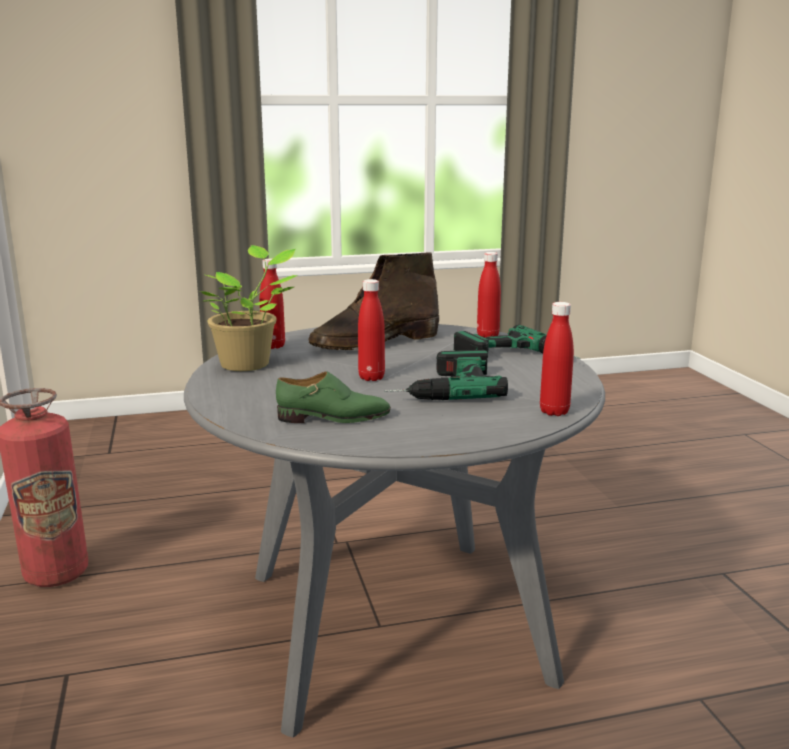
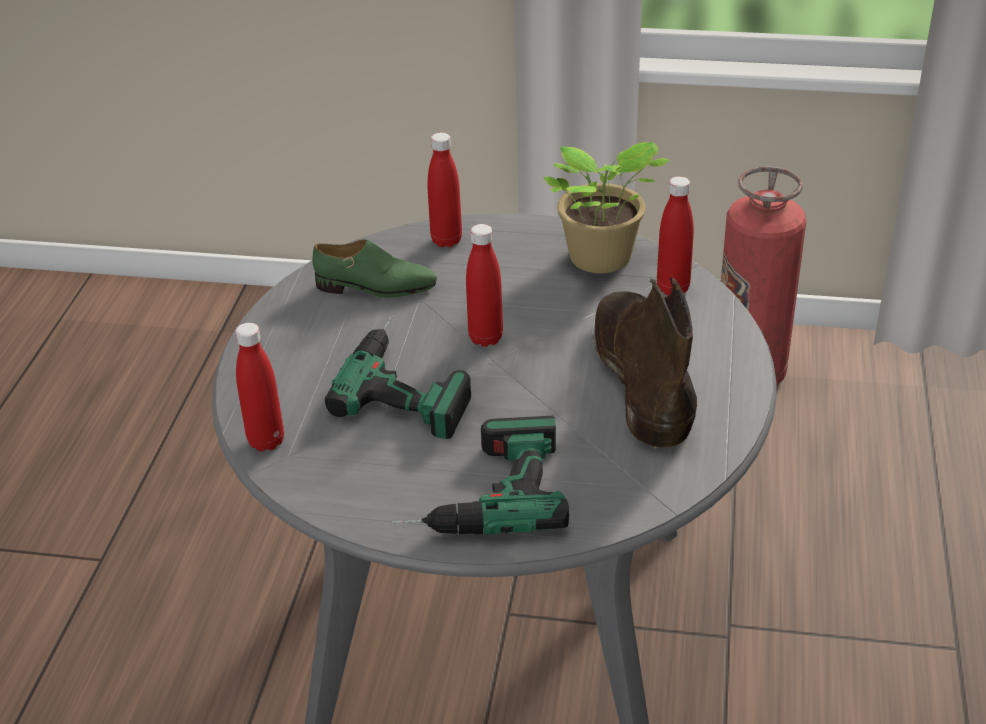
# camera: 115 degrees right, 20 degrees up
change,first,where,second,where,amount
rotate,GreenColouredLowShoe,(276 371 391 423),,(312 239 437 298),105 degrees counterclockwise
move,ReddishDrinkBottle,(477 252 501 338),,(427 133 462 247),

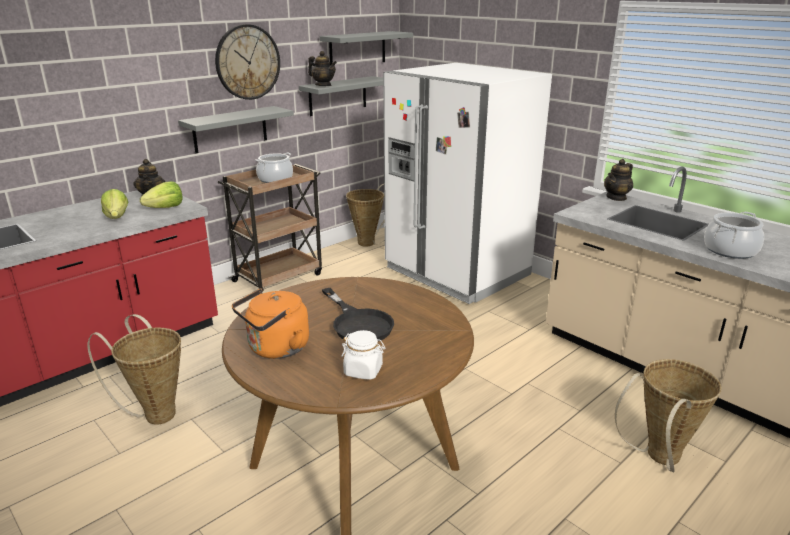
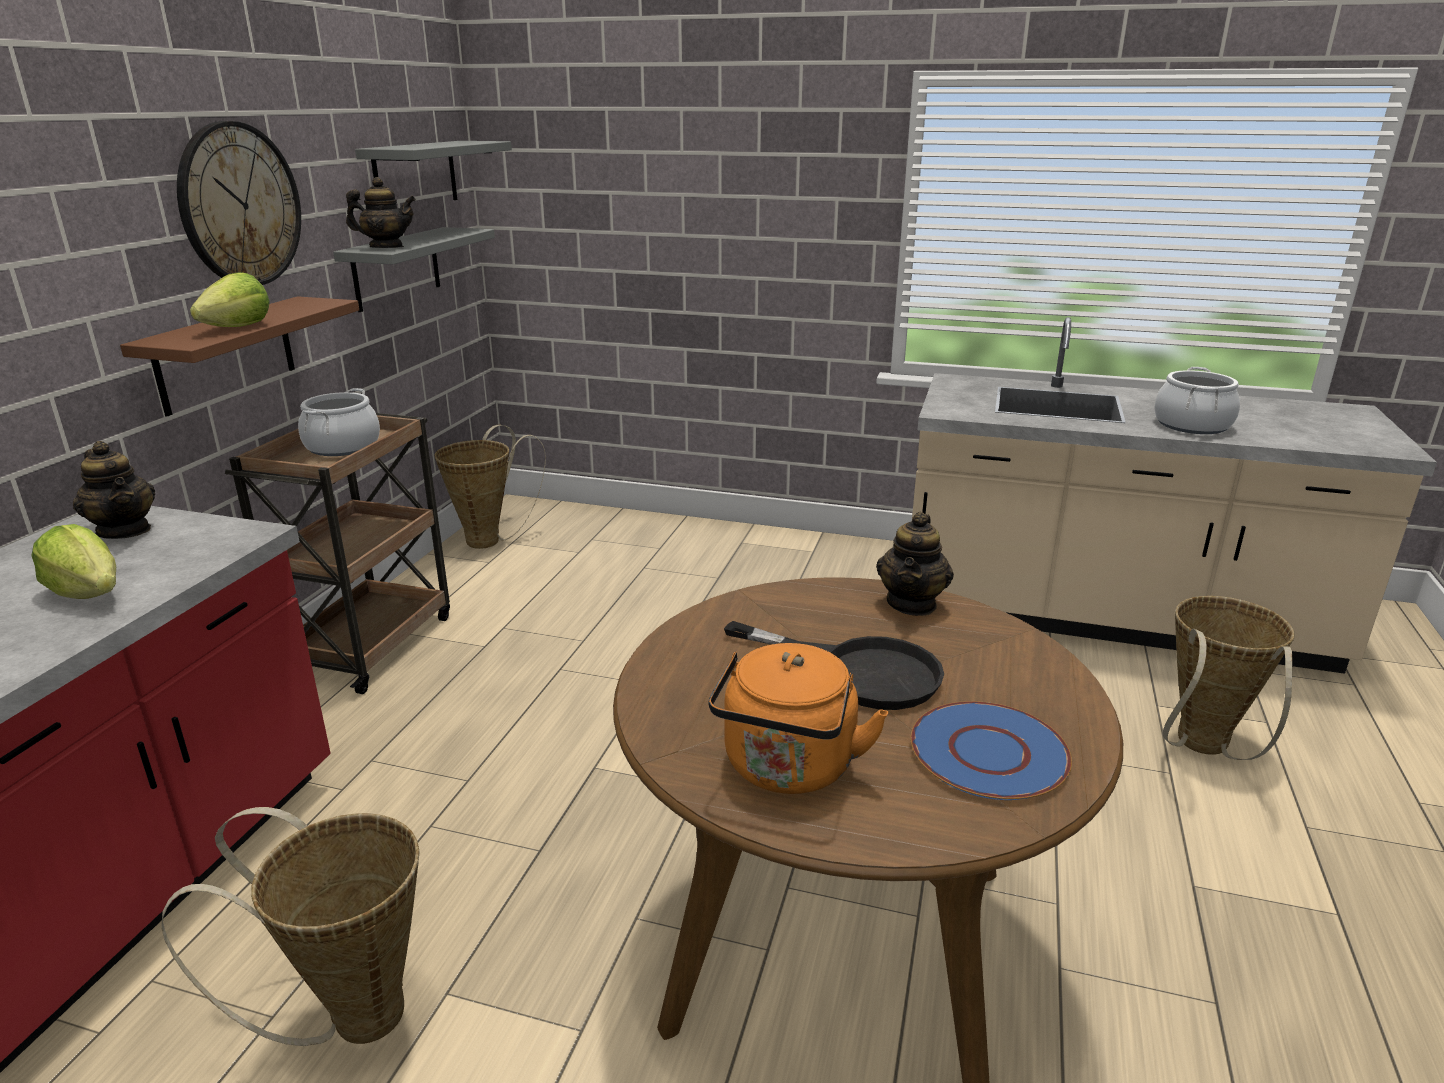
# camera: 30 degrees left, 0 degrees up
change,first,where,second,where,amount
recolor,GrayWallShelf,(178 106 294 153),BrownWallShelf,(120 296 359 417),
move,Lettuce,(140 181 183 208),,(190 272 269 327),
move,TeaPot,(604 159 633 201),,(876 512 954 616),
replace,WhitishJar,(341 330 385 380),BluishFlatDish,(910 701 1072 800),
delete,WhitishRefrigerator,(383 63 552 304),,,

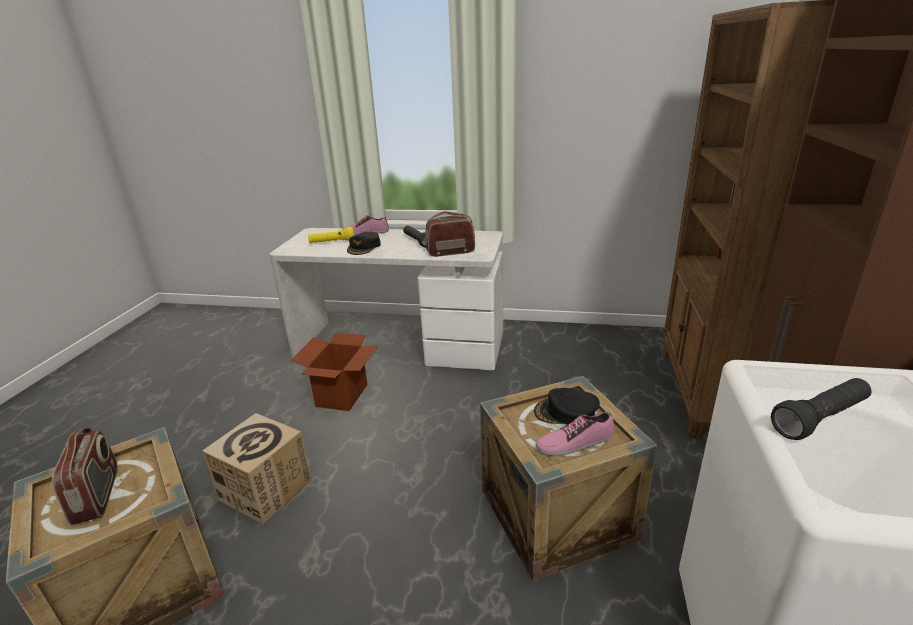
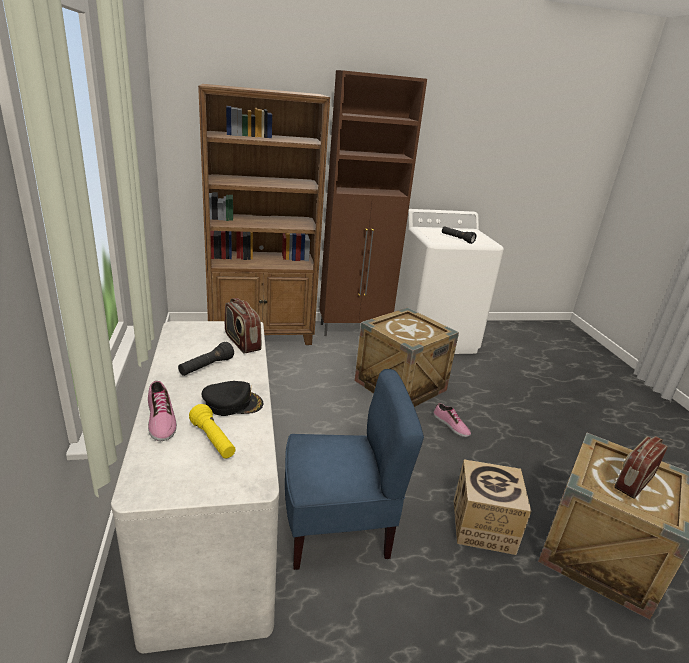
# camera: 115 degrees left, 0 degrees up
change,first,where,second,where,amount
replace,CardboardBox,(291 333 378 411),BluishUprightChair,(285 369 424 570),
move,LowShoe,(536 412 615 456),,(434 403 471 437),
delete,BlackBaseballCap,(534 388 600 425),,,

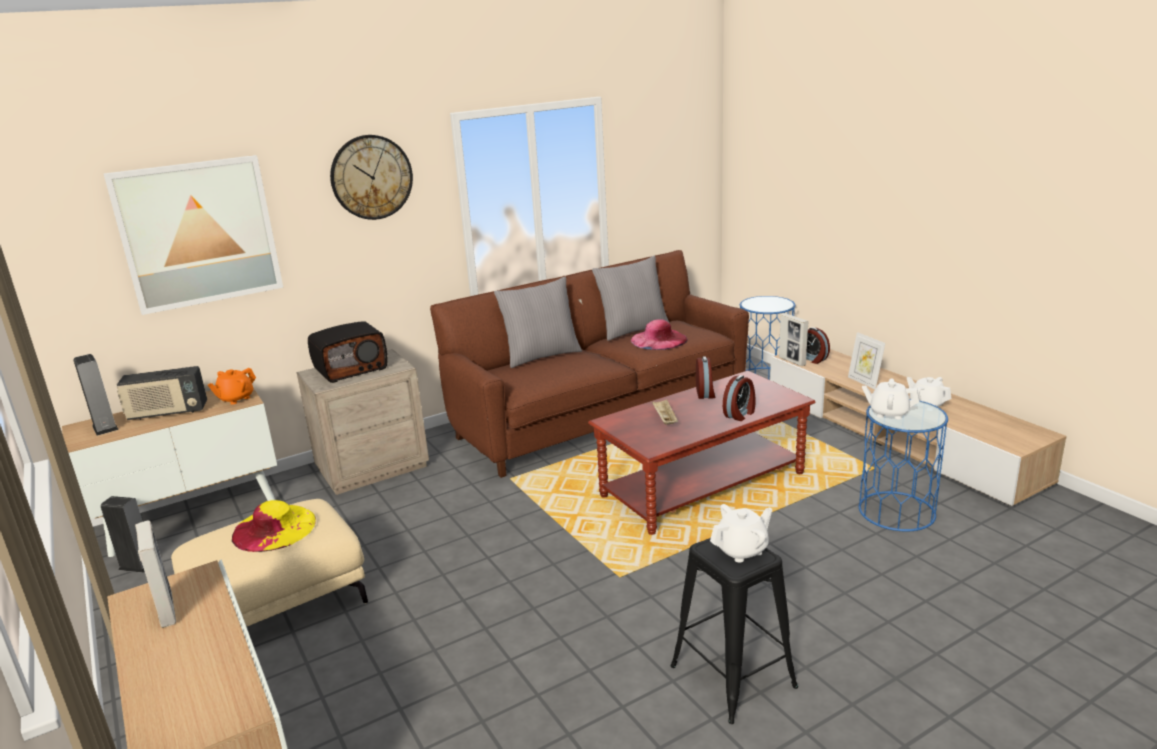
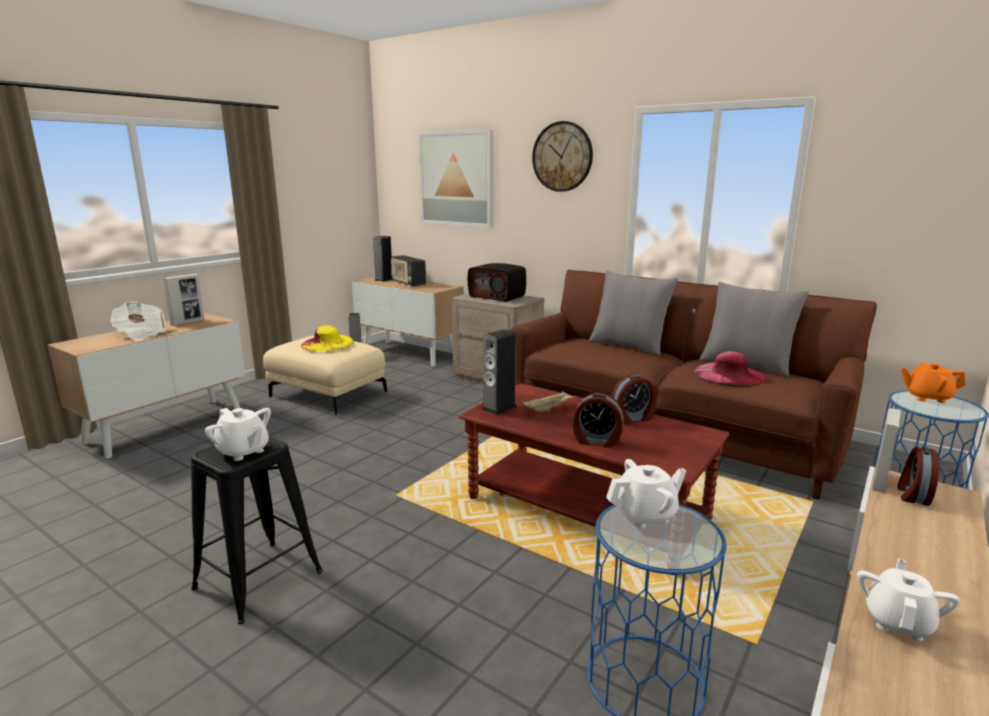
# camera: 65 degrees right, 5 degrees down
change,first,where,second,where,amount
insert,,,PrintedPaper,(110 302 165 341),
insert,,,Speaker,(481 329 517 415),
rotate,WhitishTeaPot,(862 378 919 419),,(606 459 686 528),75 degrees clockwise
move,OrangeyTeaPot,(208 368 256 405),,(901 362 965 403),
delete,PictureFrame,(848 332 885 389),,,

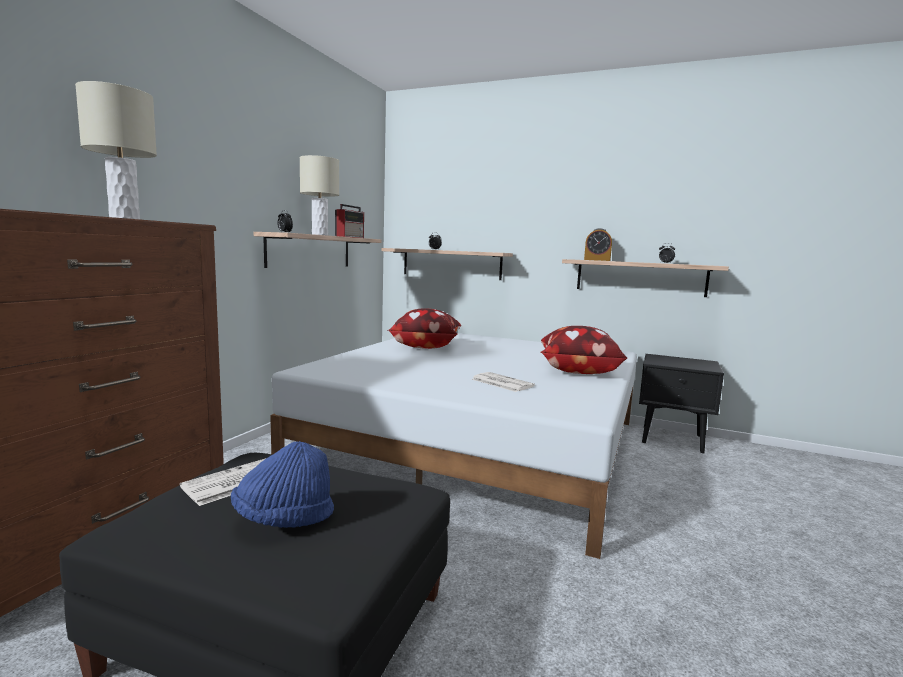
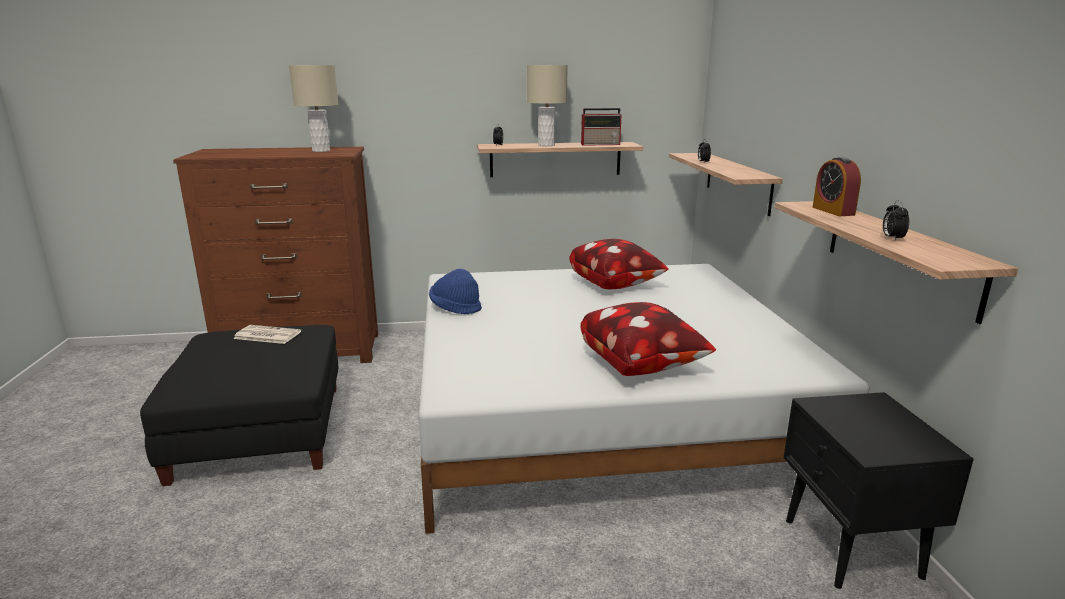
# camera: 60 degrees right, 10 degrees up
change,first,where,second,where,amount
move,BluishWearableHat,(231 441 334 528),,(429 269 482 314),
delete,PrintedPaper,(472 372 535 392),,,

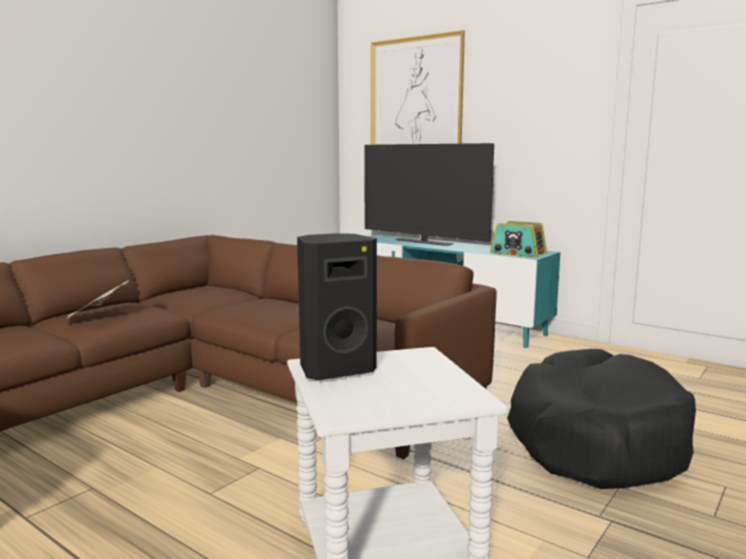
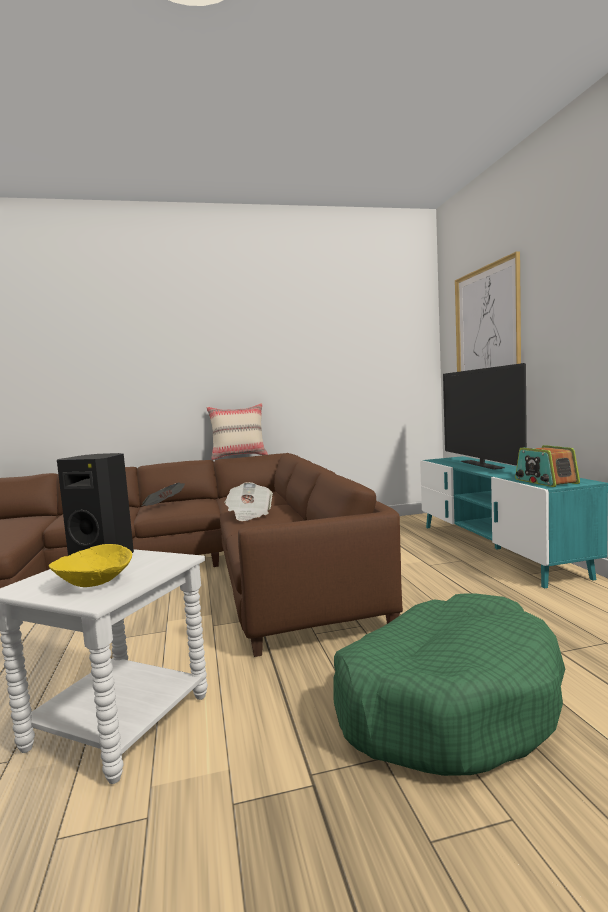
# camera: 40 degrees right, 5 degrees down
change,first,where,second,where,amount
insert,,,YellowServingBowl,(49 544 132 587),
insert,,,BeigeCushion,(206 403 268 460),
insert,,,PrintedPaper,(225 482 273 521),
recolor,BlackDogBed,(507 349 696 489),GreenColouredDogBed,(333 593 565 776),

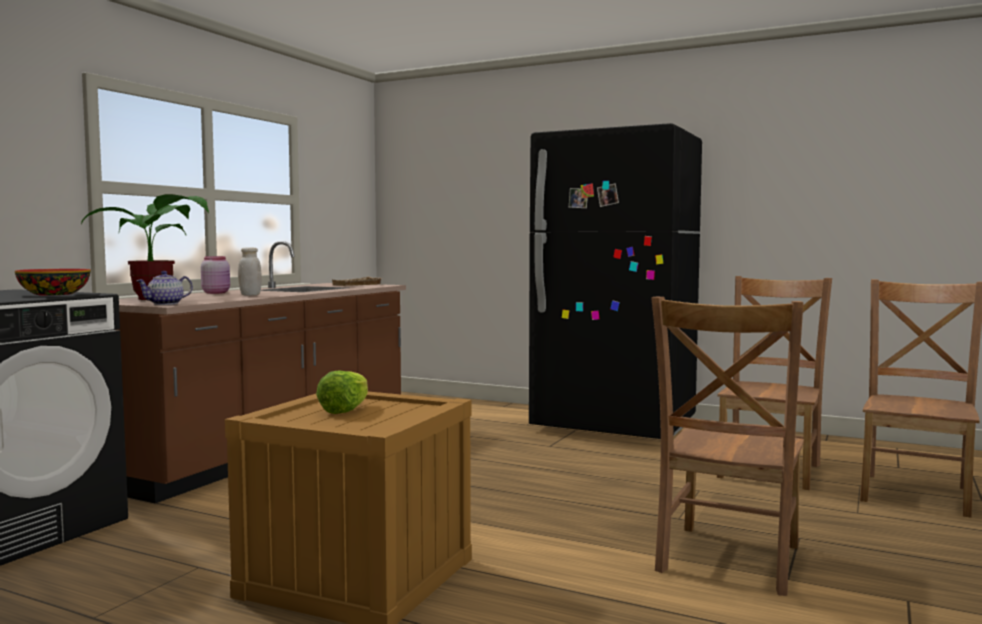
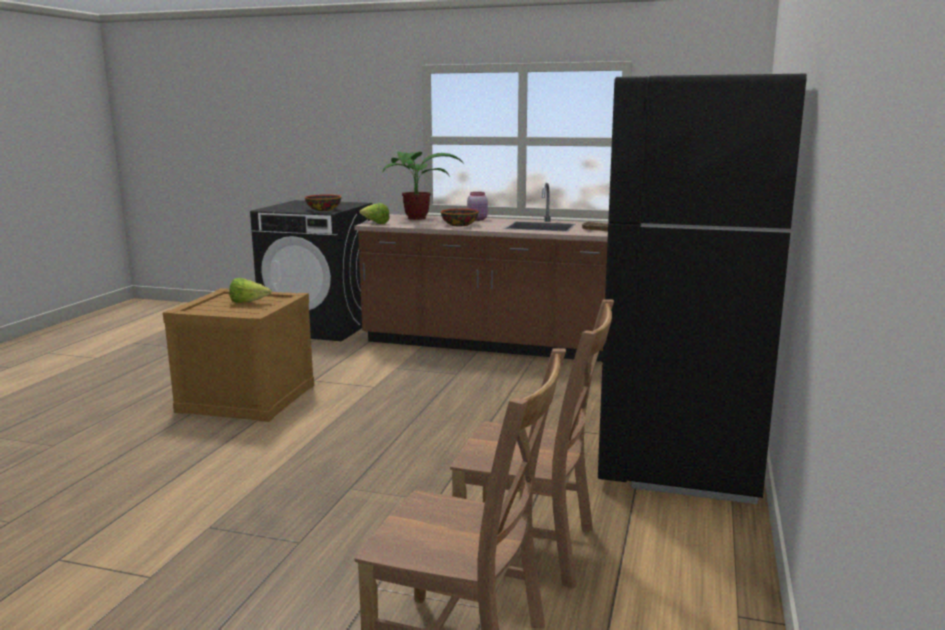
# camera: 80 degrees right, 10 degrees up
change,first,where,second,where,amount
replace,TeaPot,(136 271 193 305),Lettuce,(359 203 390 224),
replace,WhitishJar,(238 247 262 296),ServingBowl,(441 209 479 226),
delete,BrownUprightChair,(651 297 804 596),,,

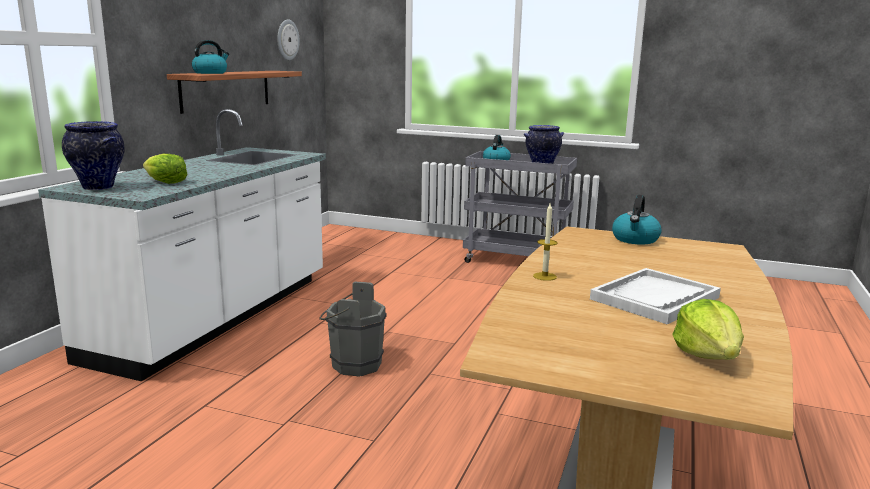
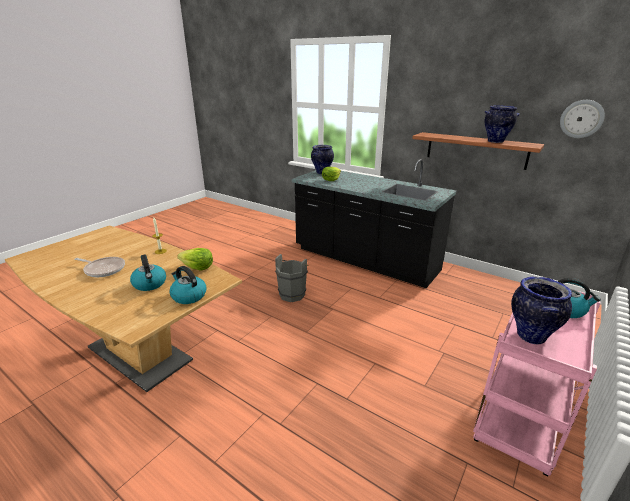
# camera: 105 degrees right, 10 degrees up
change,first,where,second,where,amount
replace,WhitishTray,(590 268 721 325),FryingPan,(74 257 125 277),
move,WaterKettle,(192 40 229 74),,(130 255 166 291),
move,Lettuce,(672 299 744 360),,(177 248 213 271),
recolor,WhitishCounter,(38 109 326 381),BlackCounter,(292 159 456 288),
recolor,GrayTrolley,(463 151 577 263),PinkColouredTrolley,(473 285 601 476),
insert,,,FlowerVase,(484 105 520 143),

